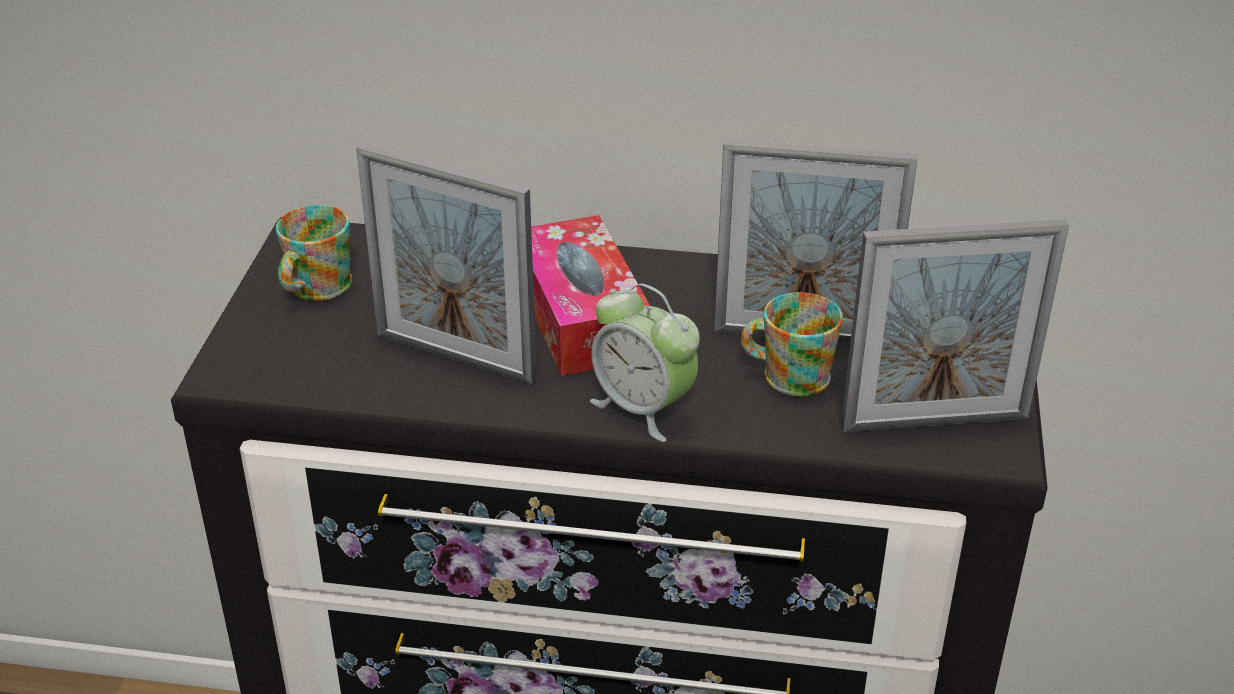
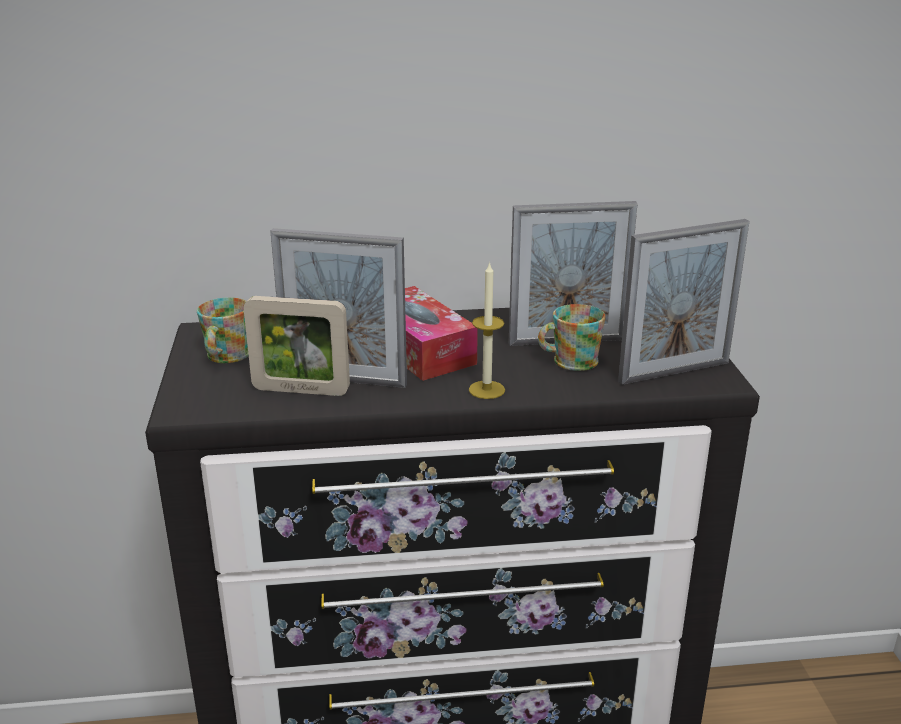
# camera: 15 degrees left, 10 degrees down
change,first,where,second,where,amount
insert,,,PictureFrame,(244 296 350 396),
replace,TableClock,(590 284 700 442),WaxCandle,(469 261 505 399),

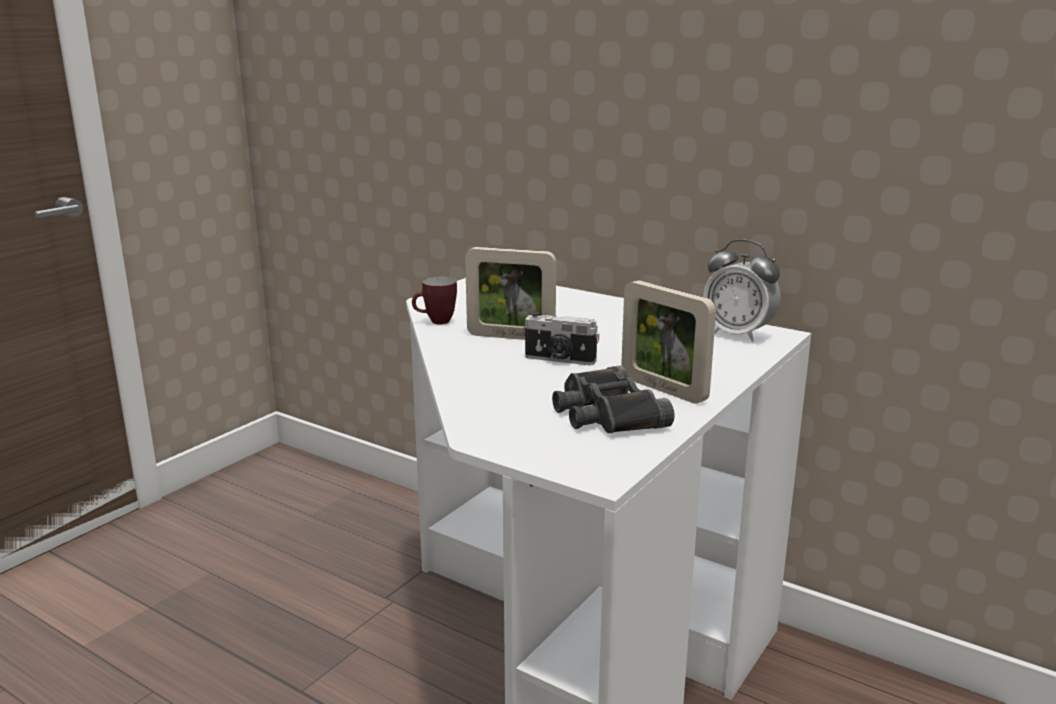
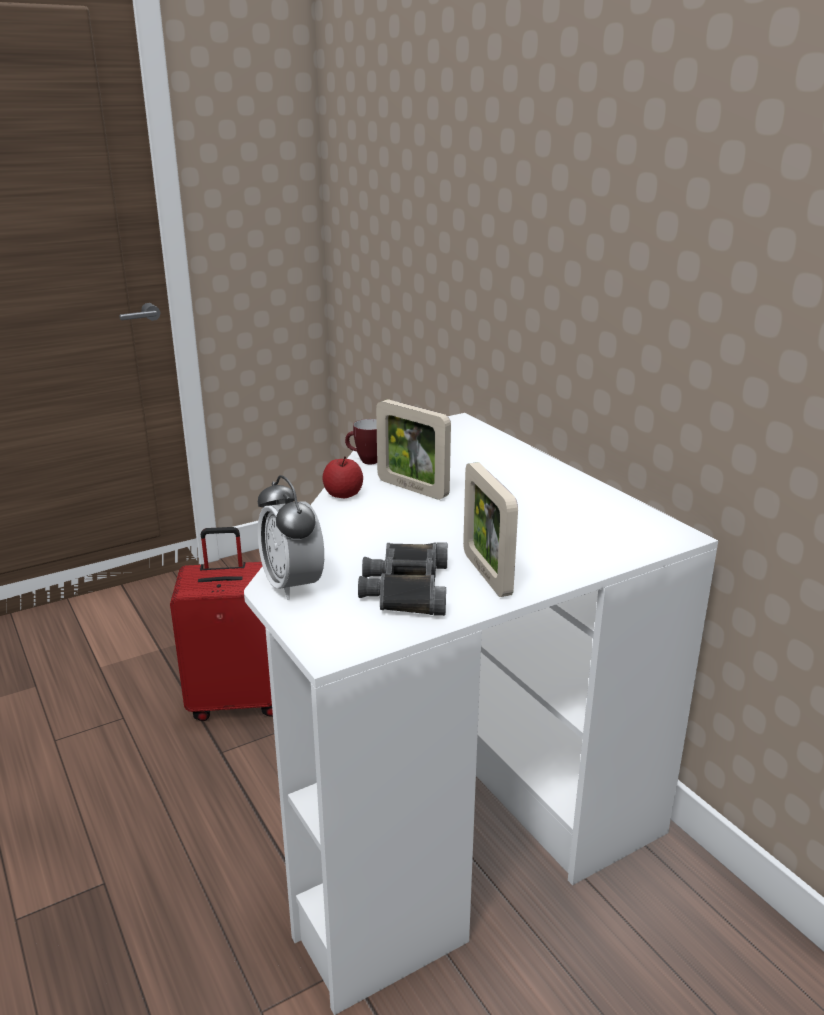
# camera: 25 degrees right, 5 degrees up
change,first,where,second,where,amount
insert,,,ReddishPieceOfLuggage,(170 527 273 721),
move,TableClock,(703 239 780 342),,(258 475 324 600),
insert,,,AppleFruit,(322 456 363 498),
delete,StillCamera,(523 311 600 365),,,

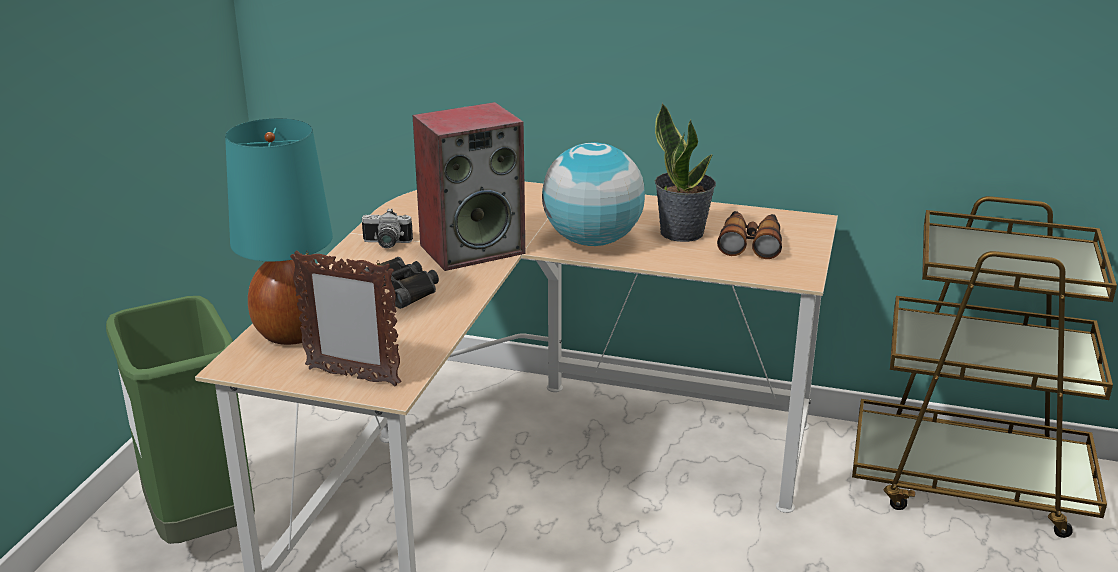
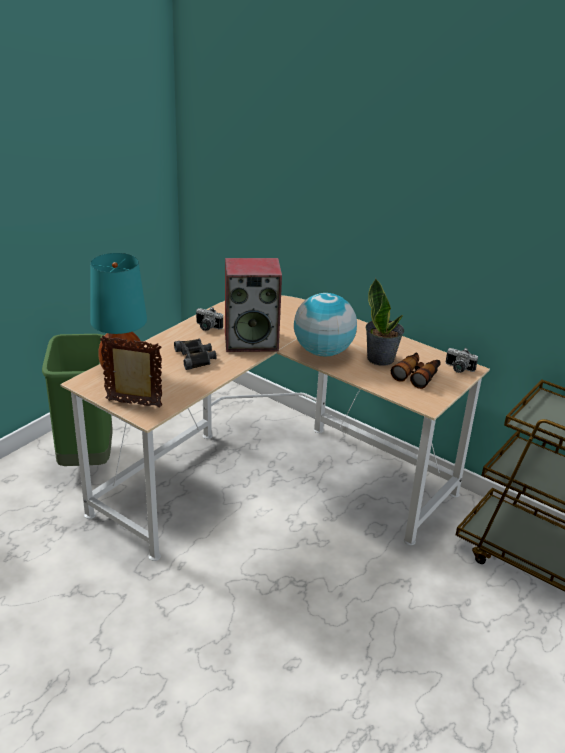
# camera: 20 degrees right, 5 degrees up
change,first,where,second,where,amount
rotate,PictureFrame,(290 250 401 386),,(100 336 163 408),150 degrees clockwise
insert,,,StillCamera,(446 348 478 373),

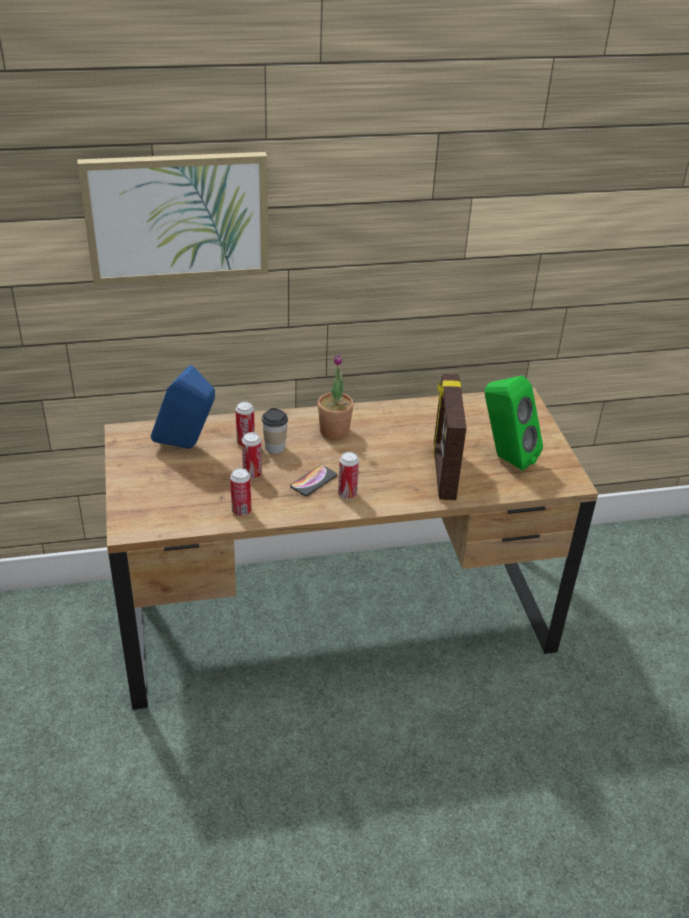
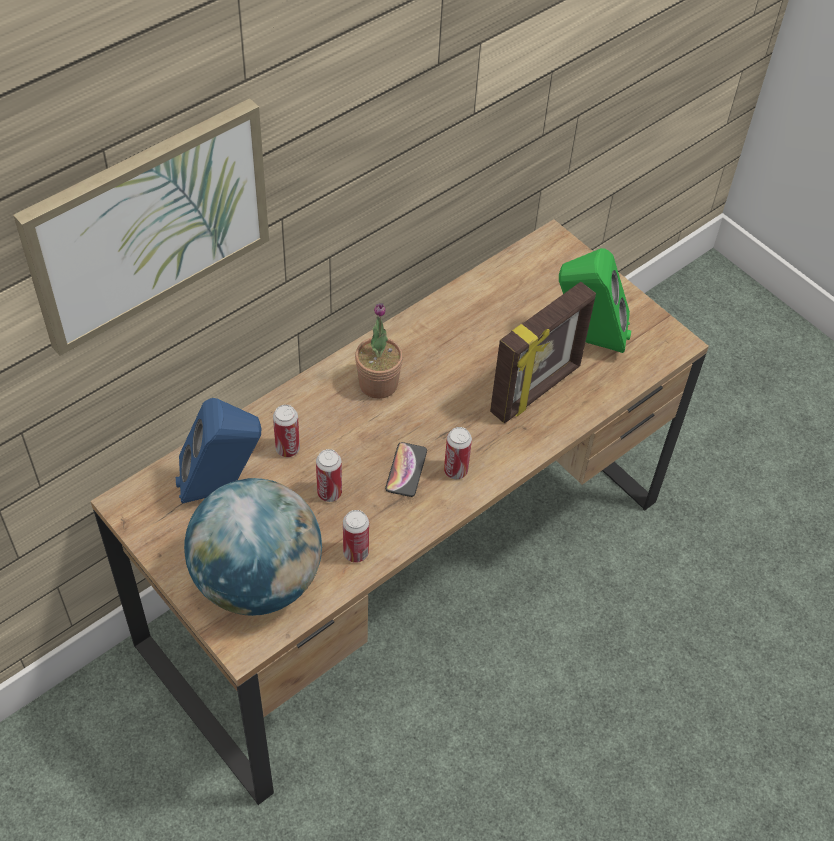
# camera: 30 degrees left, 15 degrees up
change,first,where,second,where,amount
insert,,,DeskGlobe,(184 478 322 616),
rotate,PictureFrame,(434 374 466 500),,(490 282 596 423),105 degrees counterclockwise
delete,Cup,(262 408 288 454),,,

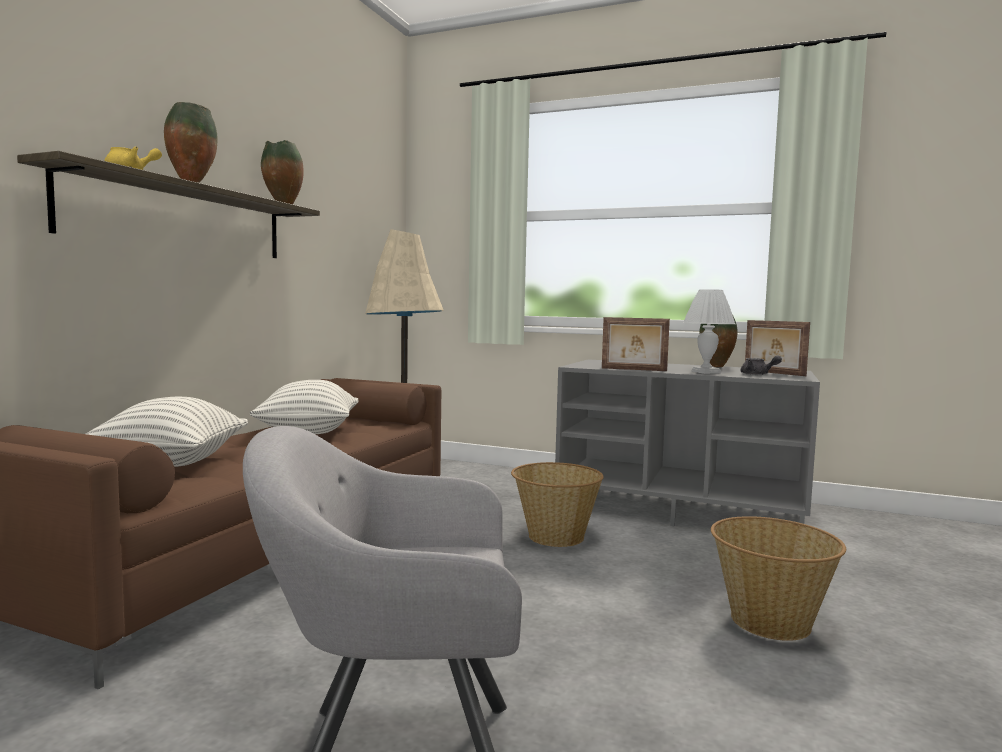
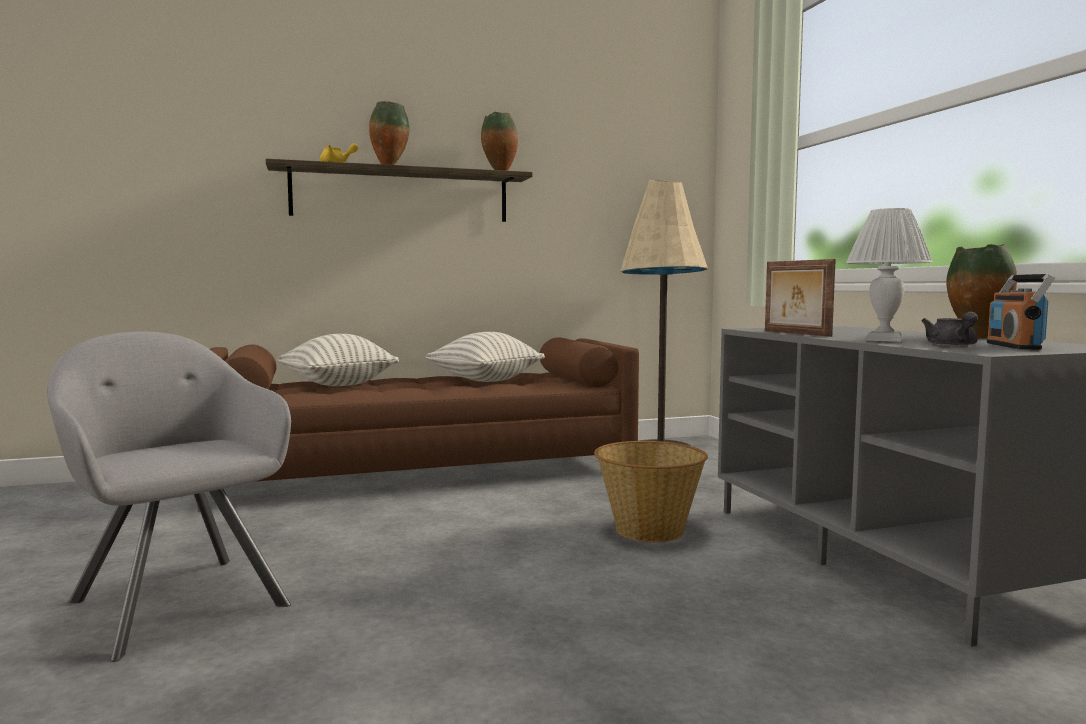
# camera: 50 degrees right, 0 degrees up
change,first,where,second,where,amount
replace,PictureFrame,(745 320 810 376),Radio,(987 274 1055 350),
delete,StorageBasket,(711 516 846 641),,,

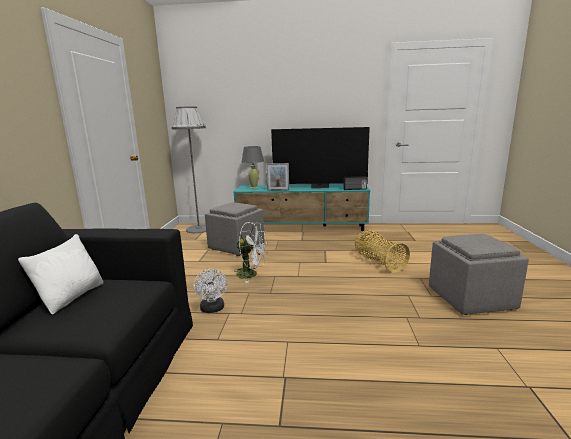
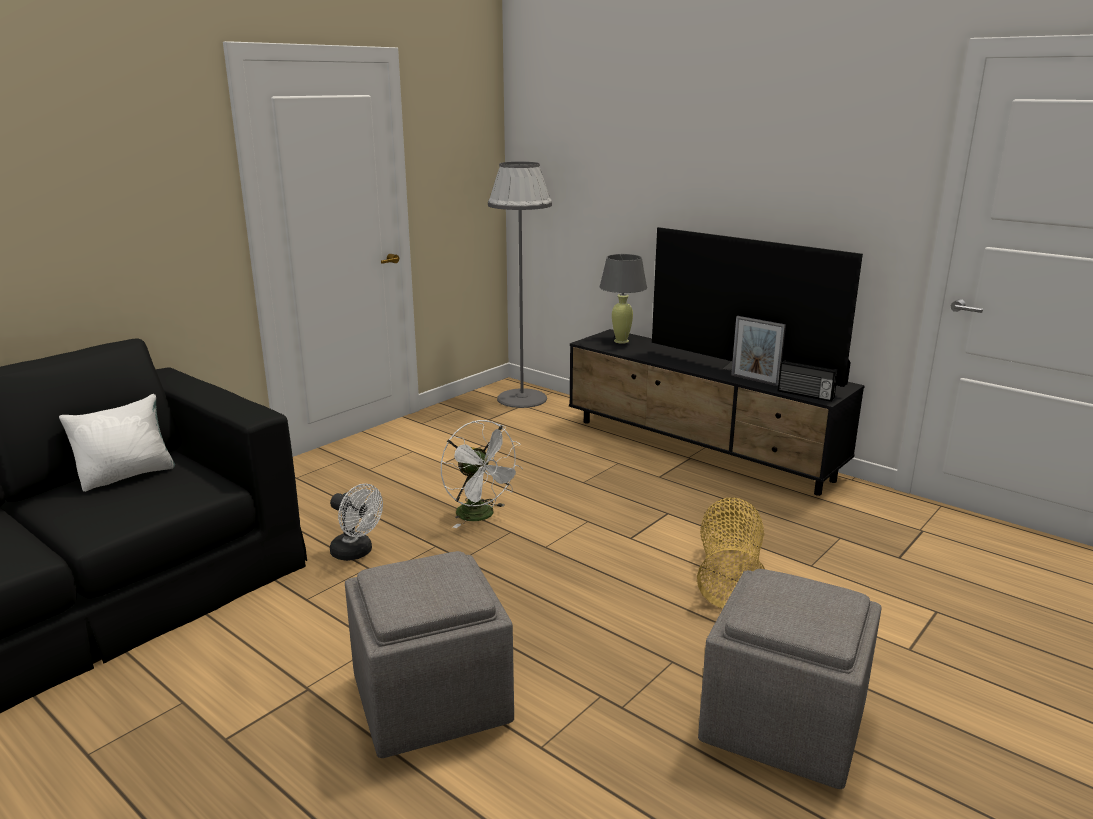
# camera: 35 degrees right, 5 degrees up
change,first,where,second,where,amount
rotate,WhitishElectricFan,(194 269 227 313),,(330 484 383 561),75 degrees counterclockwise
move,GrayOttoman,(205 202 265 256),,(345 551 514 758),
recolor,TurquoiseColouredTvStand,(233 184 370 231),BlackTvStand,(569 329 865 496),
move,PictureFrame,(266 163 289 191),,(731 316 786 386),

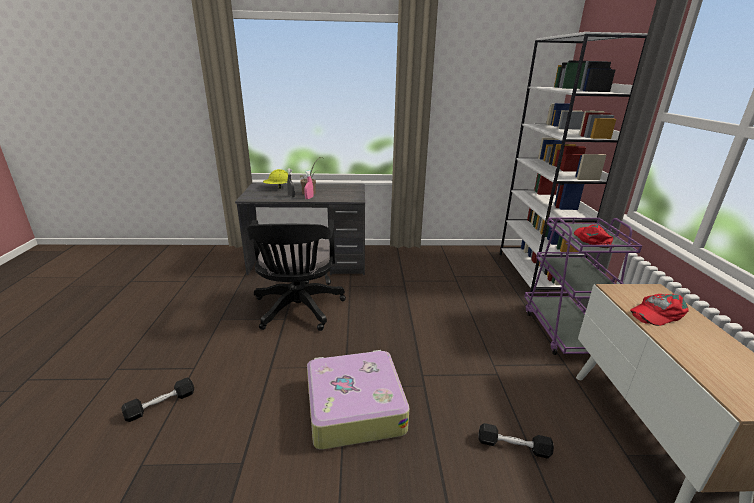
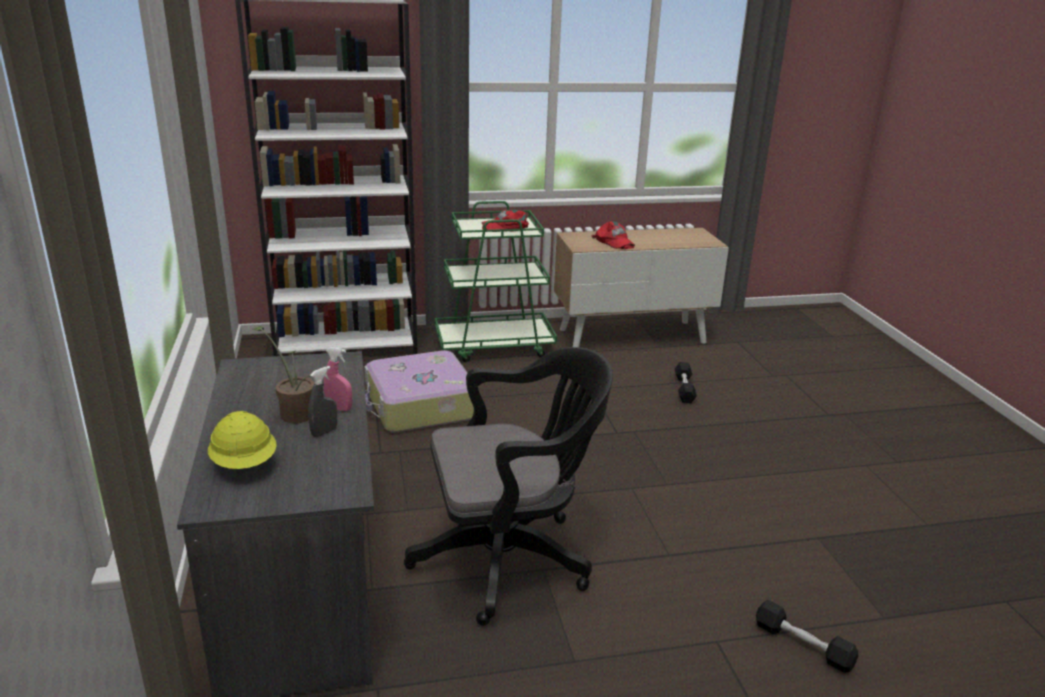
# camera: 100 degrees left, 0 degrees up
change,first,where,second,where,amount
move,PieceOfLuggage,(307 350 410 450),,(364 350 474 432),
recolor,PurplishTrolley,(524 217 642 355),GreenColouredTrolley,(435 201 557 362),

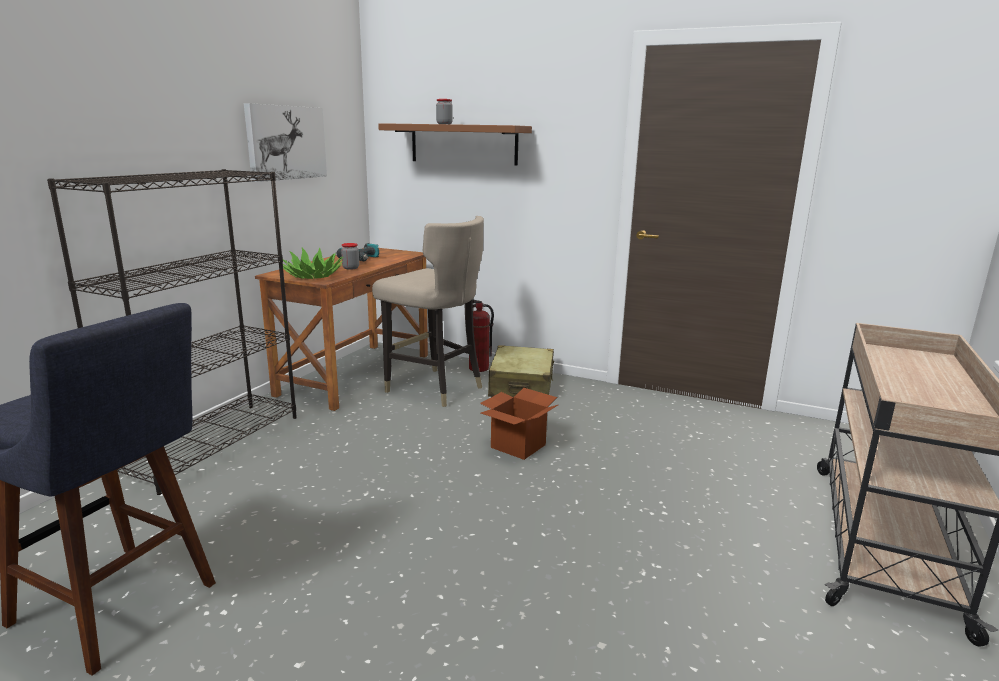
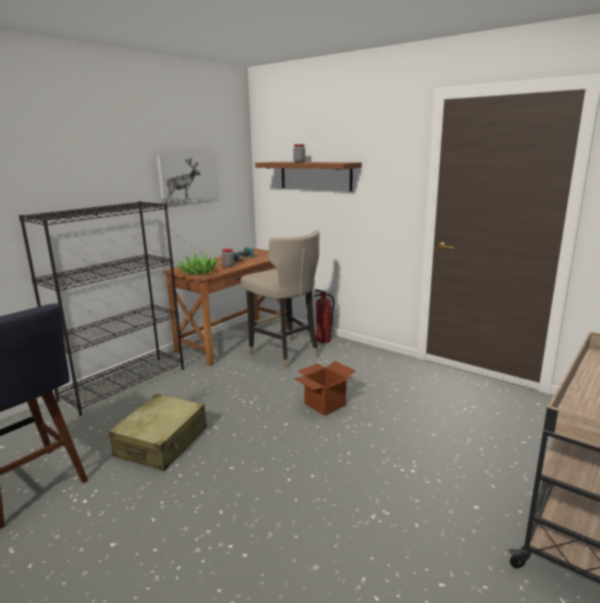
# camera: 15 degrees right, 0 degrees up
change,first,where,second,where,amount
move,BeigePieceOfLuggage,(488 345 554 397),,(108 394 207 471),

